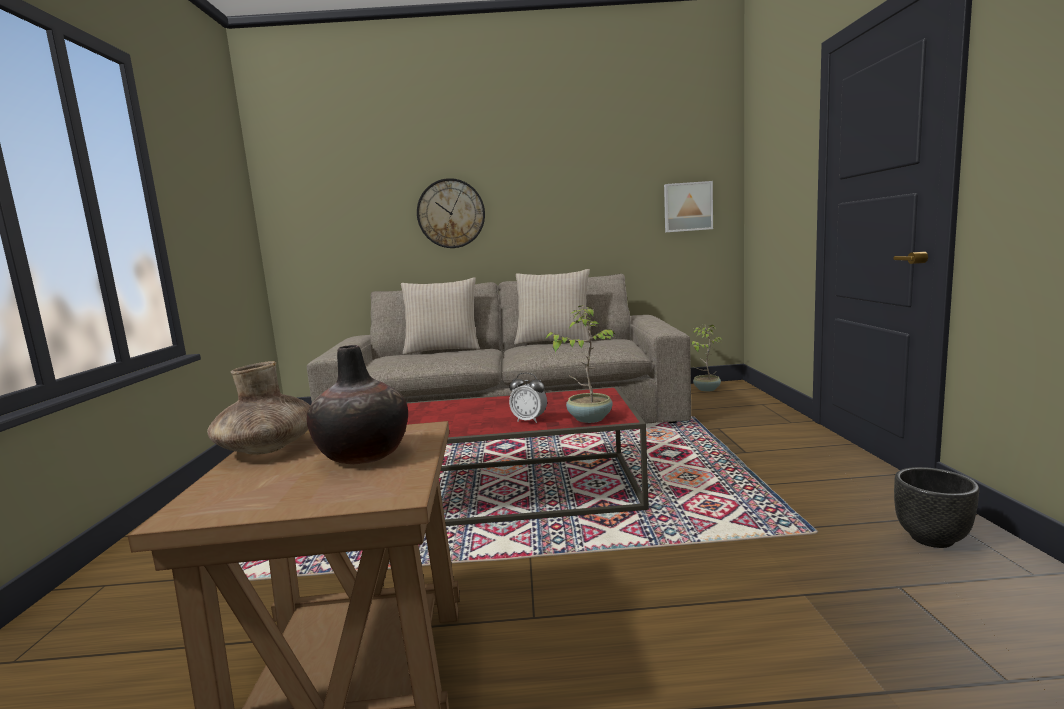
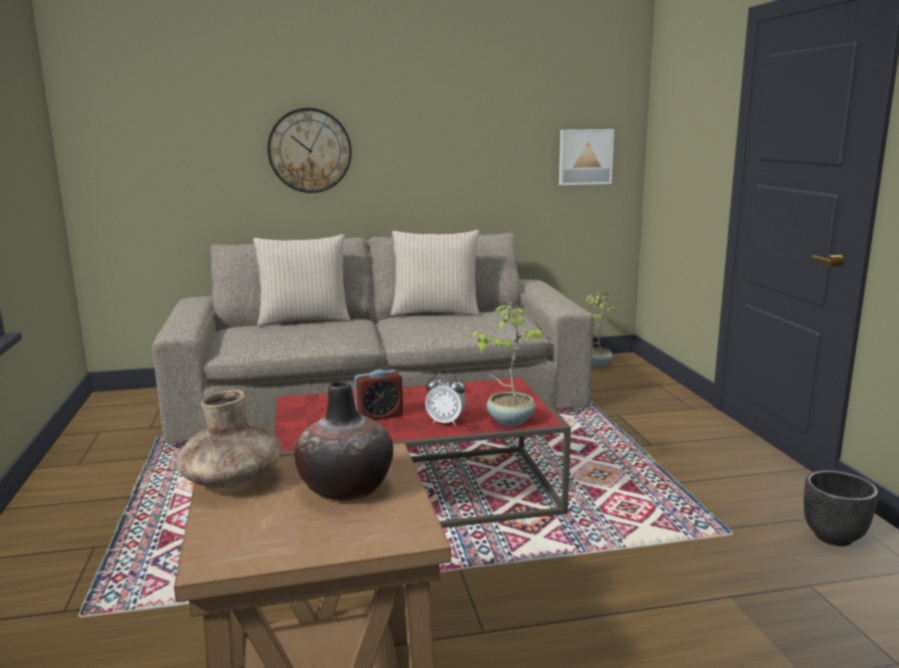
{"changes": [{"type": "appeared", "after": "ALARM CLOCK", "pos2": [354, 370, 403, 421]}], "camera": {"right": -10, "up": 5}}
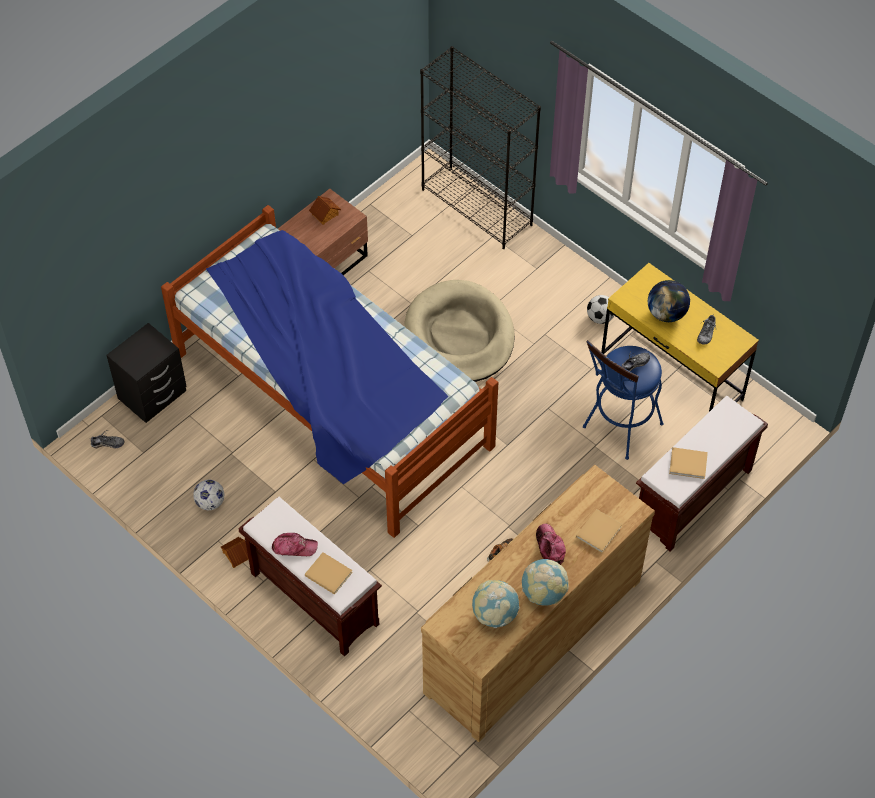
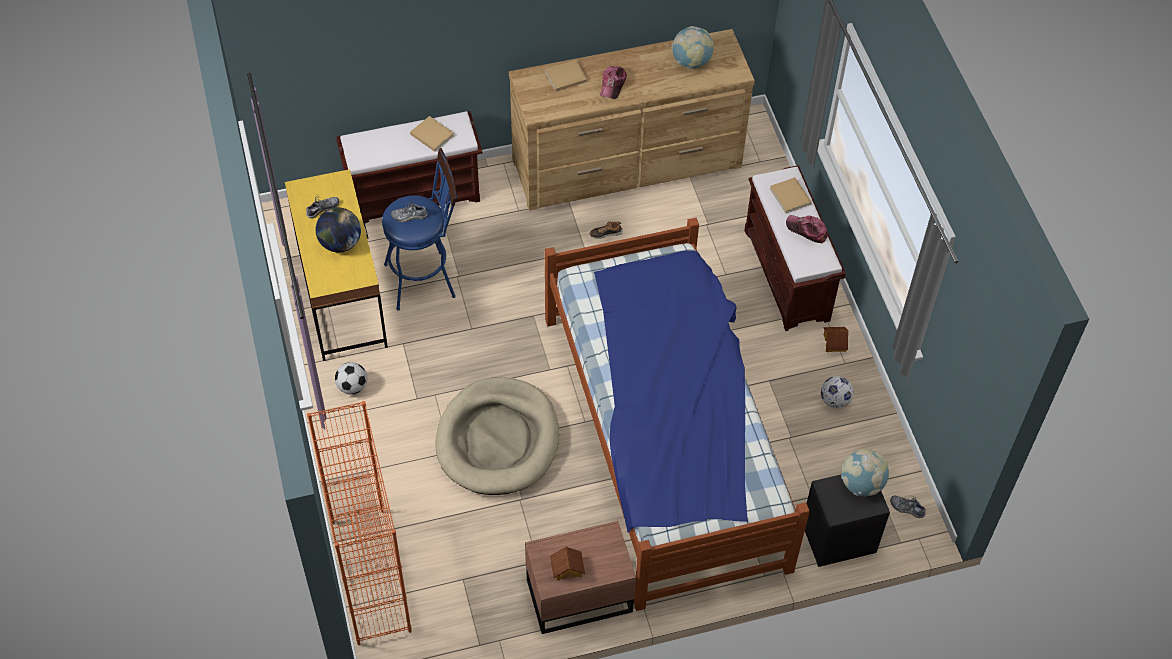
{"changes": [{"type": "relocated", "before": "GLOBE", "pos1": [522, 559, 569, 606], "pos2": [841, 449, 889, 496]}, {"type": "colour", "before": "BLACK BOOKCASE", "after": "ORANGE BOOKCASE", "pos1": [420, 46, 541, 249], "pos2": [307, 401, 412, 645]}], "camera": {"right": -150, "up": 0}}
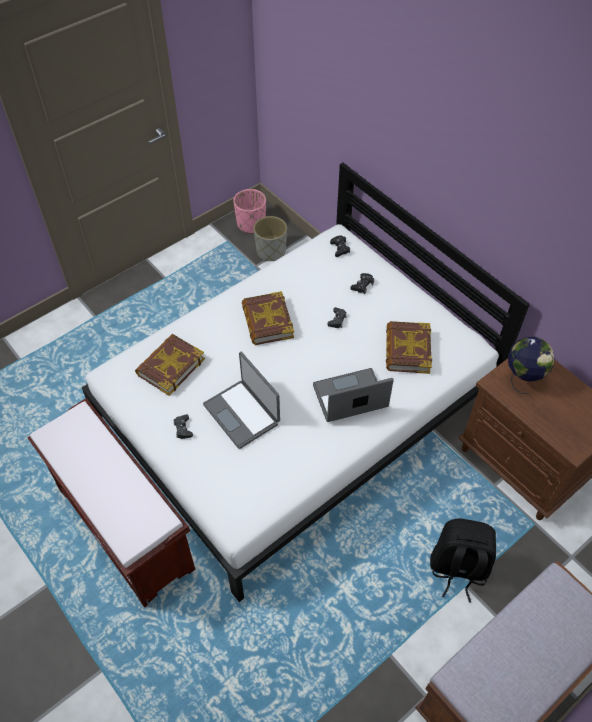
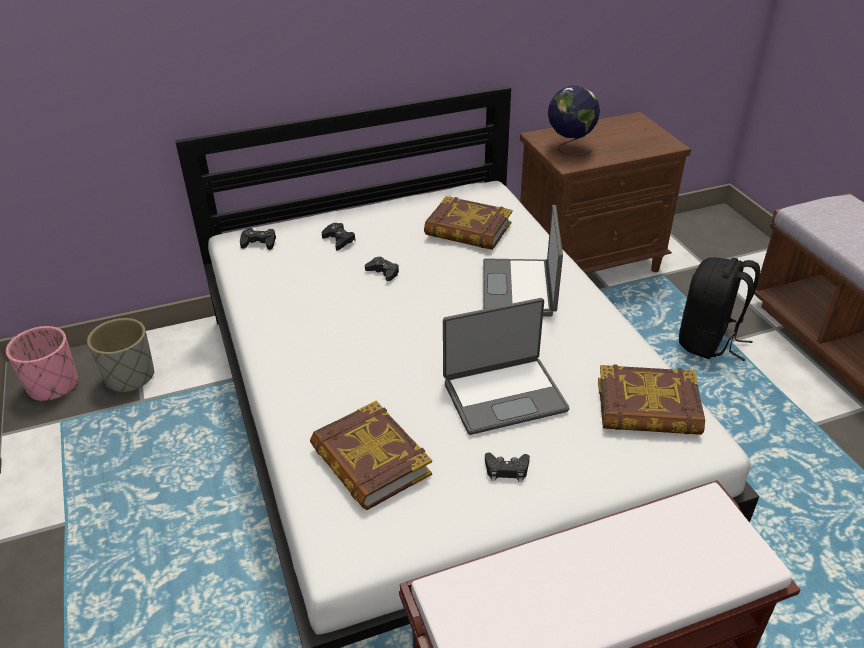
{"changes": [{"type": "relocated", "before": "BOOK", "pos1": [242, 291, 294, 345], "pos2": [598, 364, 705, 435]}], "camera": {"right": -70, "up": -15}}
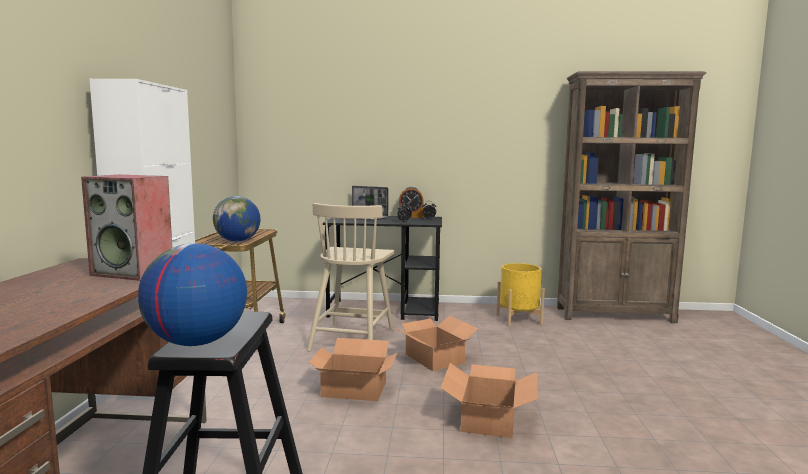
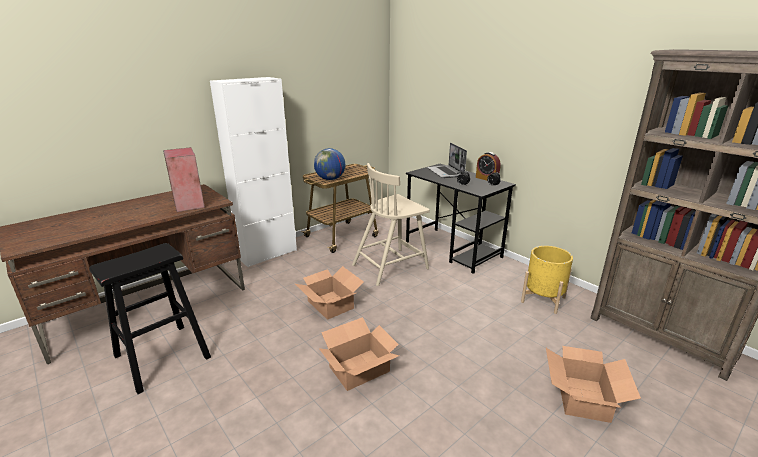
{"changes": [{"type": "missing", "before": "GLOBE", "pos1": [138, 243, 247, 346]}, {"type": "relocated", "before": "CARDBOARD BOX", "pos1": [393, 315, 478, 371], "pos2": [546, 346, 641, 423]}], "camera": {"right": 45, "up": 15}}
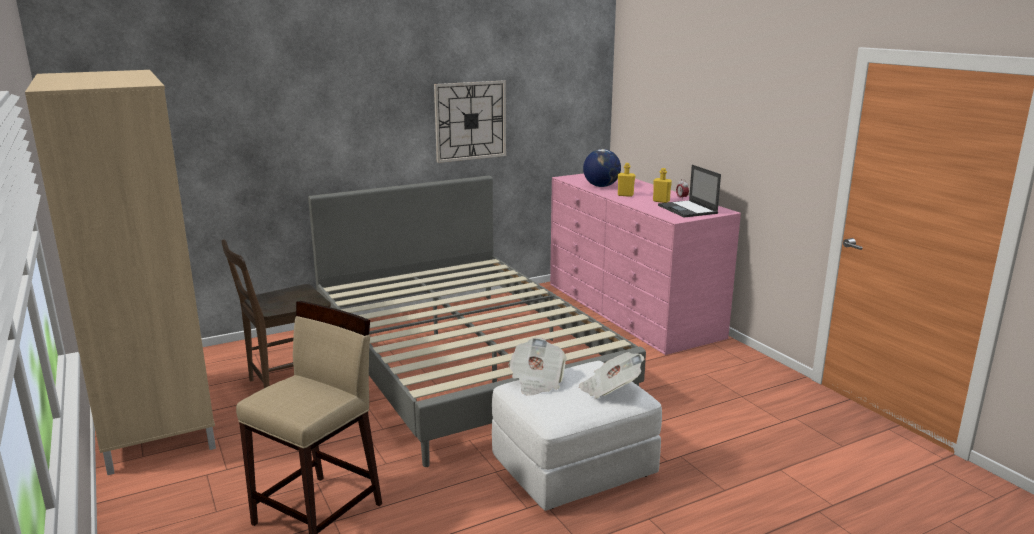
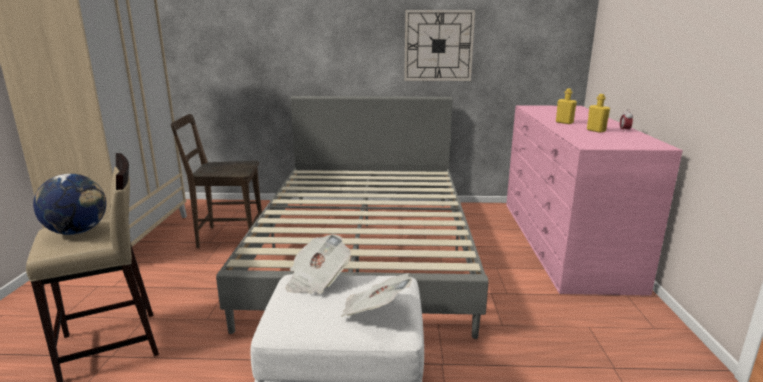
{"changes": [{"type": "missing", "before": "LAPTOP", "pos1": [658, 165, 721, 218]}, {"type": "relocated", "before": "GLOBE", "pos1": [583, 149, 621, 187], "pos2": [33, 174, 106, 235]}], "camera": {"right": 30, "up": 0}}
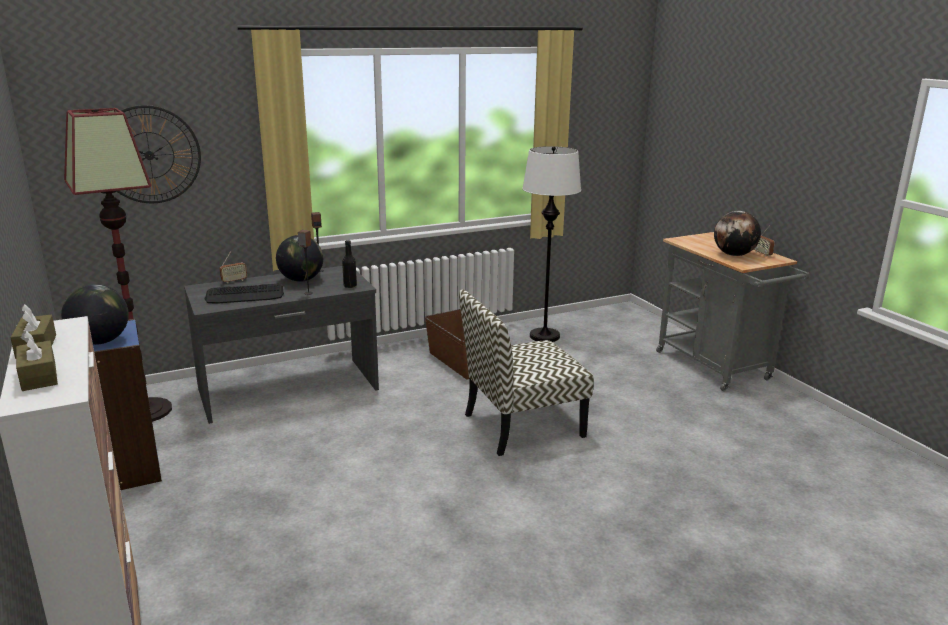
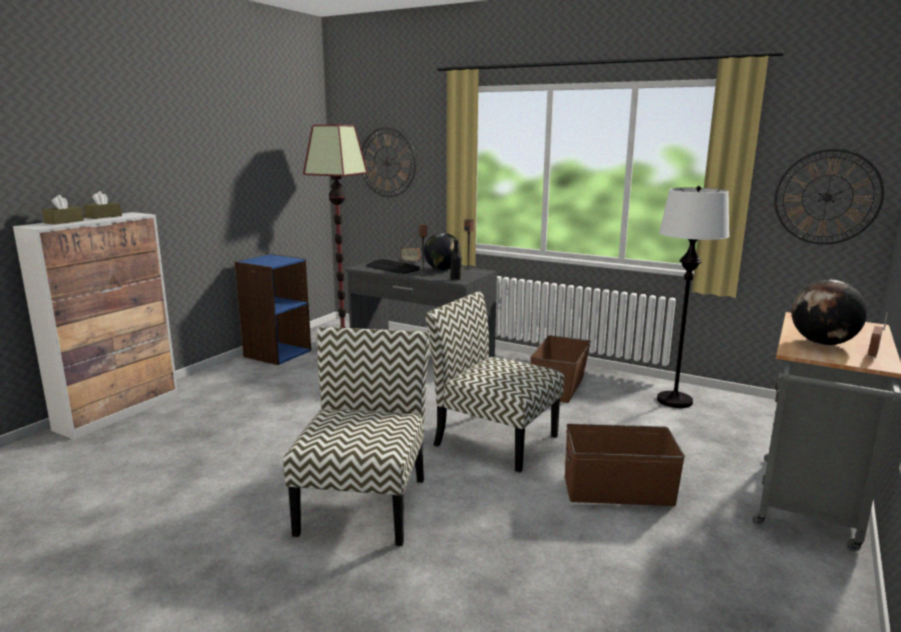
{"changes": [{"type": "missing", "before": "GLOBE", "pos1": [61, 284, 129, 345]}, {"type": "appeared", "after": "CHAIR", "pos2": [283, 327, 430, 546]}, {"type": "appeared", "after": "BROWN STORAGE BOX", "pos2": [565, 424, 685, 506]}, {"type": "appeared", "after": "WALL CLOCK", "pos2": [774, 149, 884, 245]}], "camera": {"right": 55, "up": -5}}
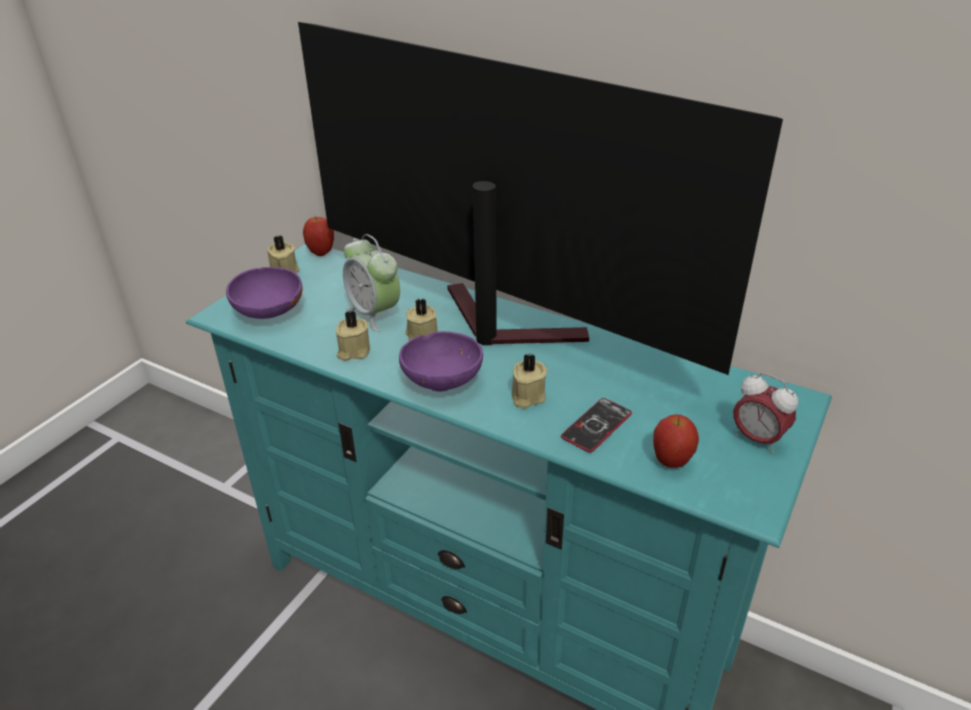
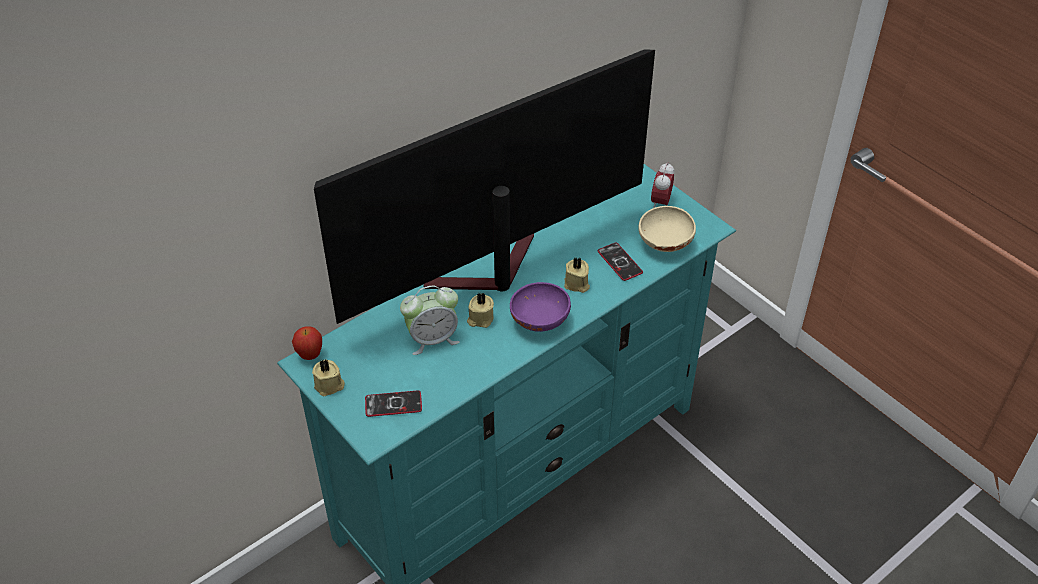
{"changes": [{"type": "missing", "before": "BEIGE CANDLE", "pos1": [336, 310, 370, 361]}, {"type": "exchanged", "before": "PURPLE BOWL", "after": "PHONE", "pos1": [226, 267, 303, 319], "pos2": [365, 390, 422, 417]}, {"type": "exchanged", "before": "APPLE", "after": "BEIGE BOWL", "pos1": [653, 414, 699, 468], "pos2": [638, 206, 696, 252]}, {"type": "spun", "before": "ALARM CLOCK", "pos1": [733, 373, 798, 453], "pos2": [651, 162, 674, 208], "turn": 135}], "camera": {"right": -70, "up": 10}}
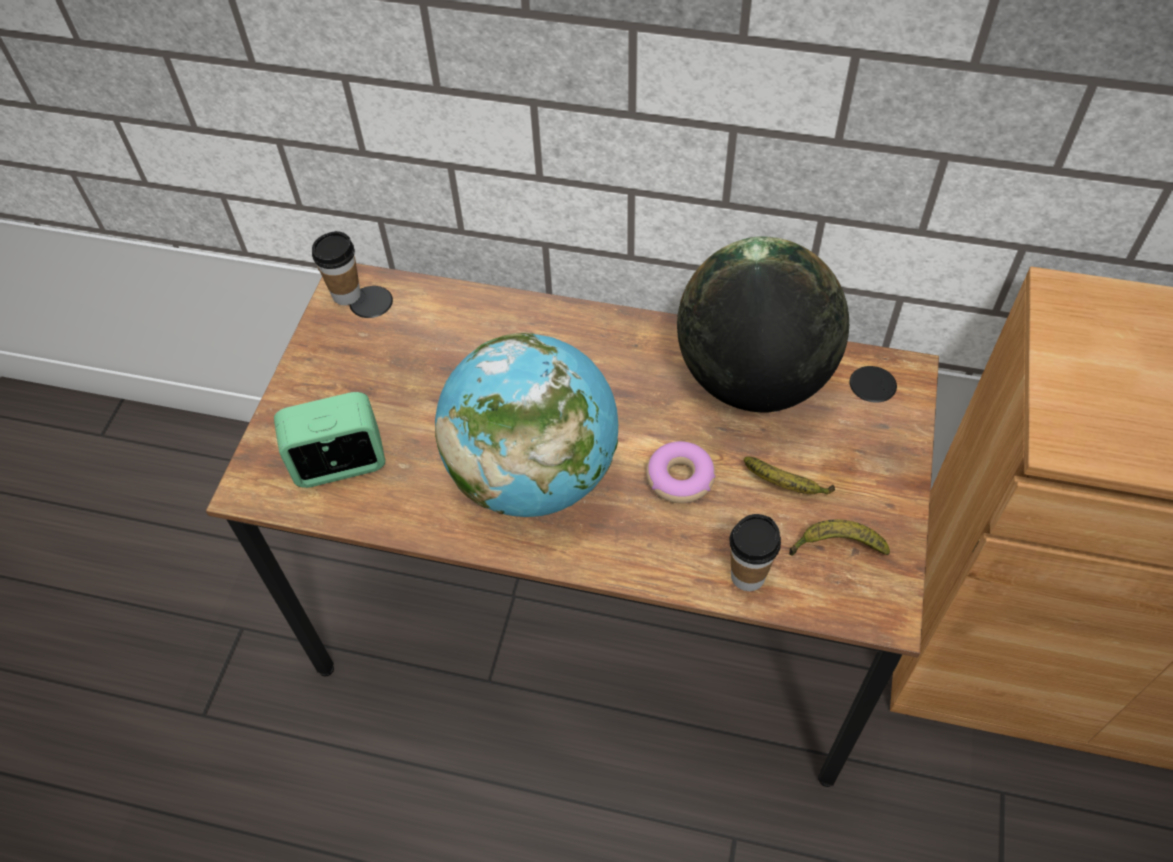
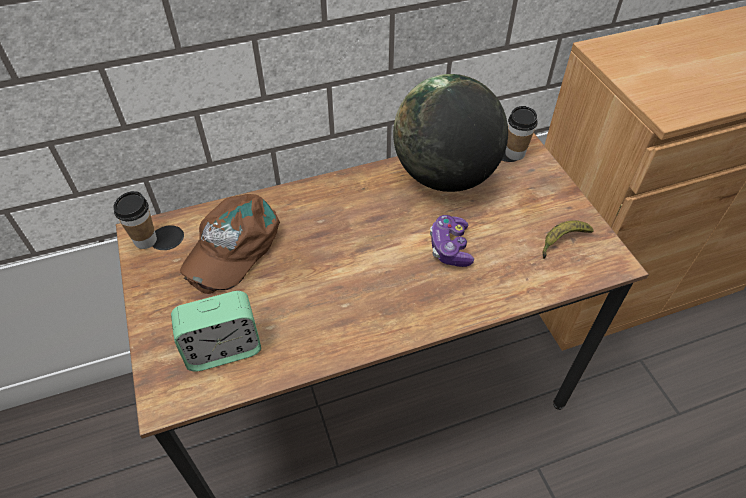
{"changes": [{"type": "missing", "before": "GLOBE", "pos1": [435, 333, 618, 517]}, {"type": "missing", "before": "BANANA", "pos1": [744, 456, 835, 495]}, {"type": "appeared", "after": "BROWN CAP", "pos2": [180, 194, 280, 294]}, {"type": "relocated", "before": "CUP", "pos1": [729, 514, 781, 591], "pos2": [505, 106, 538, 160]}, {"type": "exchanged", "before": "DONUT", "after": "GAME CONTROLLER", "pos1": [646, 441, 716, 504], "pos2": [430, 215, 474, 267]}, {"type": "spun", "before": "ALARM CLOCK", "pos1": [274, 392, 385, 488], "pos2": [171, 291, 261, 372], "turn": -150}], "camera": {"right": -35, "up": -5}}
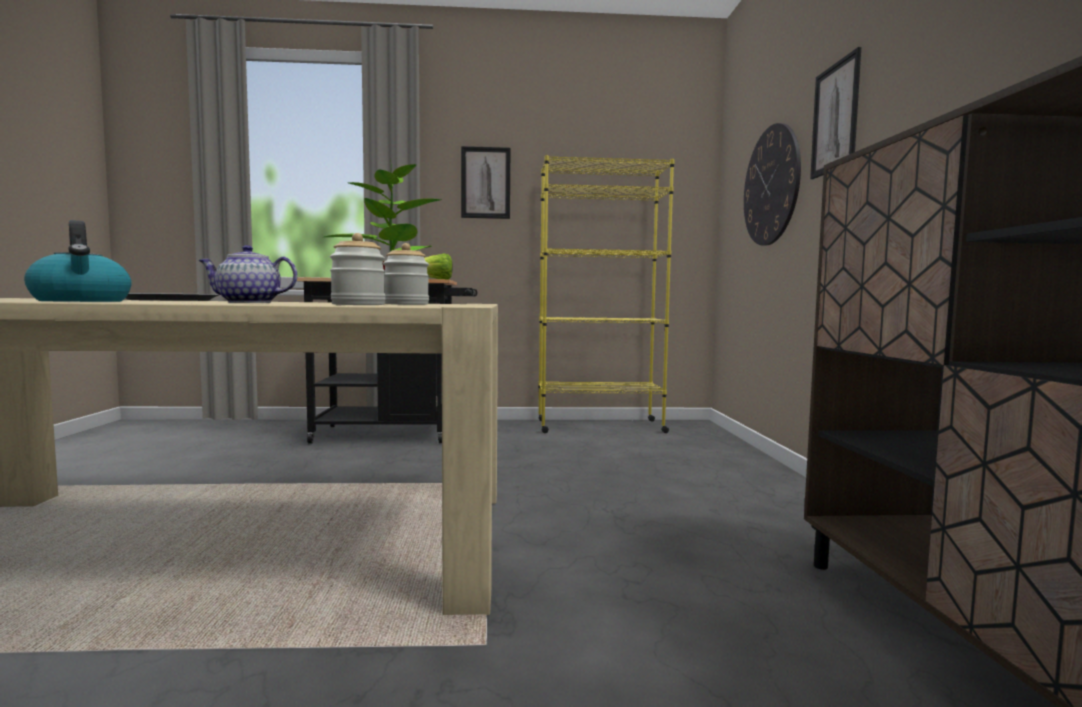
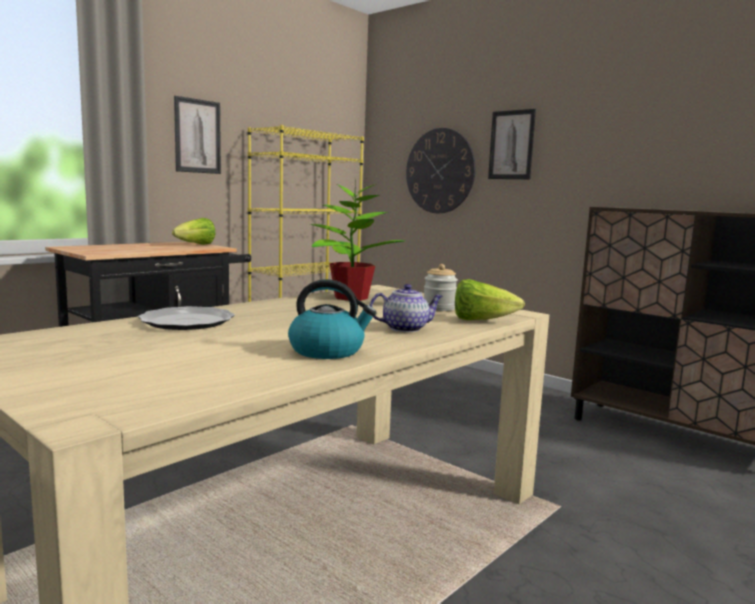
{"changes": [{"type": "exchanged", "before": "JAR", "after": "LETTUCE", "pos1": [330, 233, 385, 305], "pos2": [455, 279, 525, 320]}, {"type": "spun", "before": "TEAPOT", "pos1": [199, 245, 297, 303], "pos2": [369, 284, 443, 332], "turn": -150}], "camera": {"right": -45, "up": 5}}
